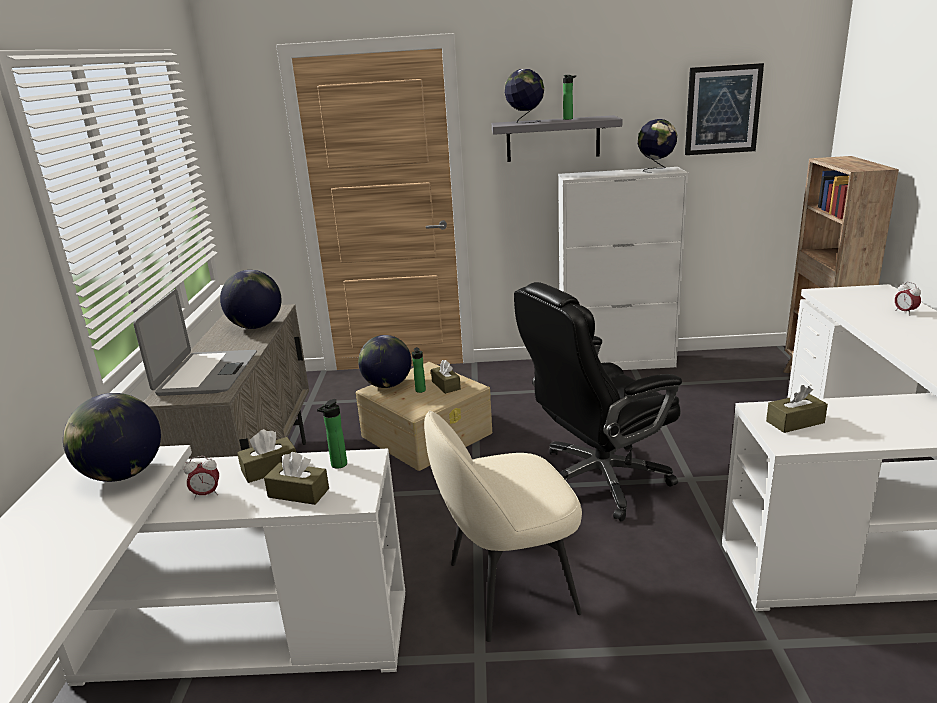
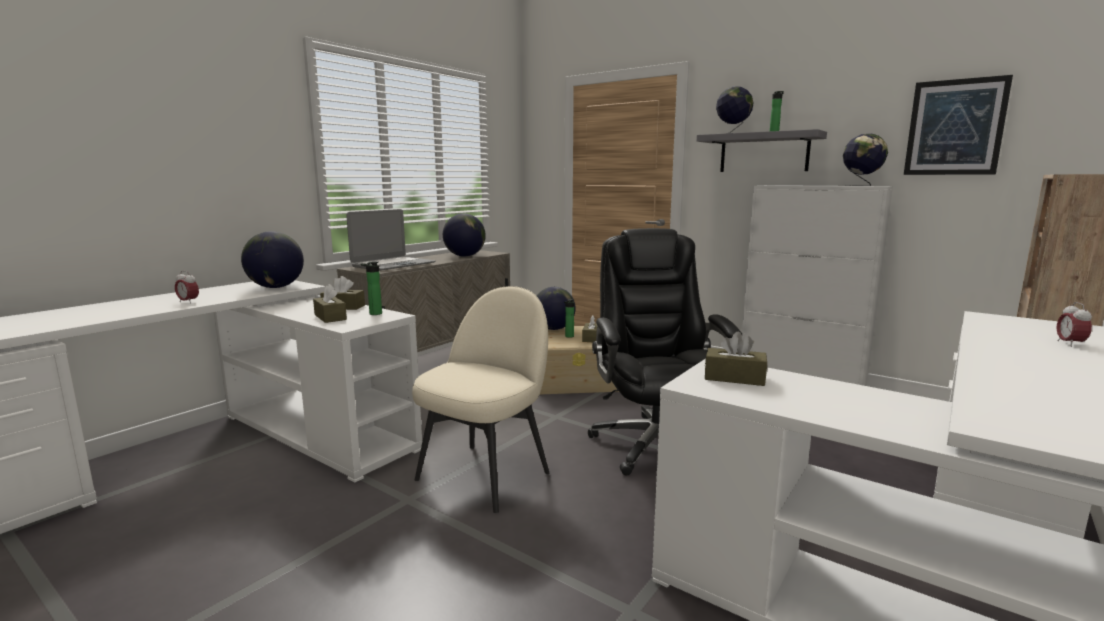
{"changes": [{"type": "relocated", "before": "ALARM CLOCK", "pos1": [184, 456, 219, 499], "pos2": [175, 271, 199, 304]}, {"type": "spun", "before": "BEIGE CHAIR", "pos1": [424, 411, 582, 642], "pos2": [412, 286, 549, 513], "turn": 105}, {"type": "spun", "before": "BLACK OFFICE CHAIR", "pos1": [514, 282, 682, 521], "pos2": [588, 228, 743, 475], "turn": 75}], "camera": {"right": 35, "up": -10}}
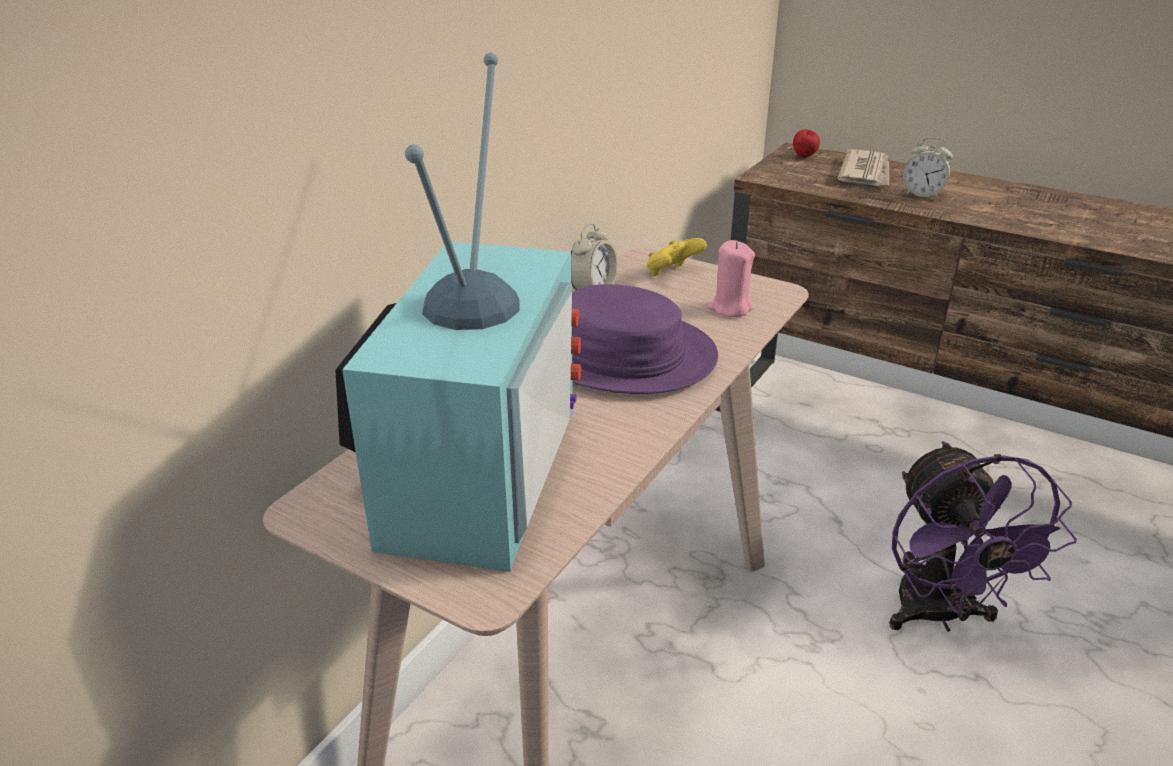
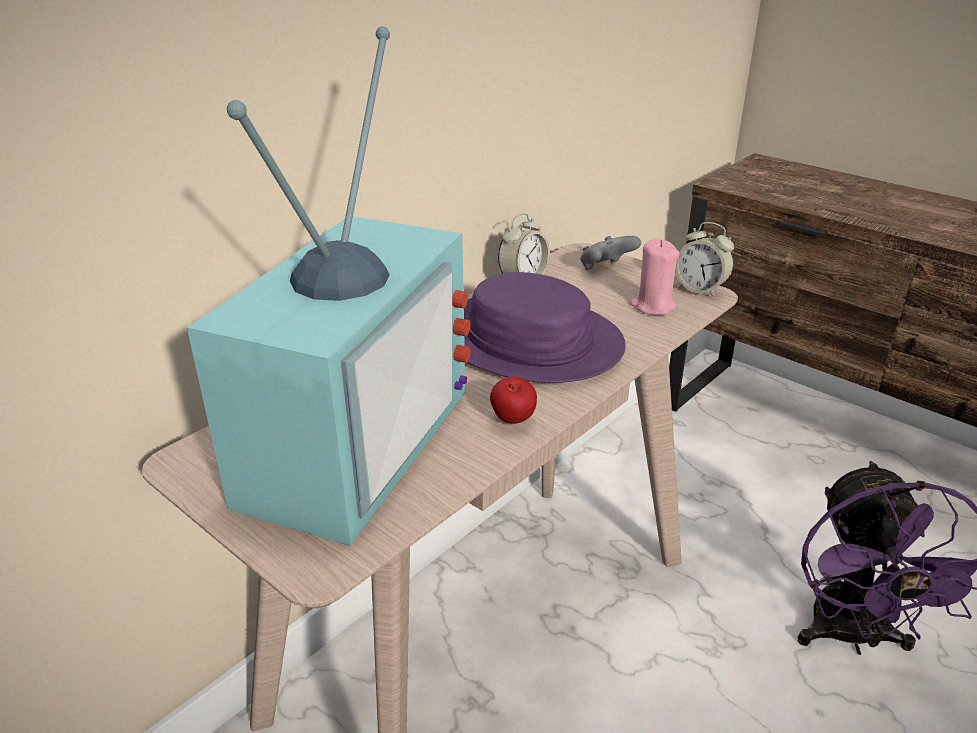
{"changes": [{"type": "missing", "before": "NEWSPAPER", "pos1": [837, 149, 889, 186]}, {"type": "relocated", "before": "APPLE", "pos1": [793, 129, 820, 158], "pos2": [490, 377, 537, 424]}, {"type": "relocated", "before": "ALARM CLOCK", "pos1": [903, 137, 953, 200], "pos2": [675, 222, 734, 297]}, {"type": "colour", "before": "YELLOW GAME CONTROLLER", "after": "GREY GAME CONTROLLER", "pos1": [647, 238, 707, 276], "pos2": [580, 236, 641, 270]}], "camera": {"right": 10, "up": 0}}
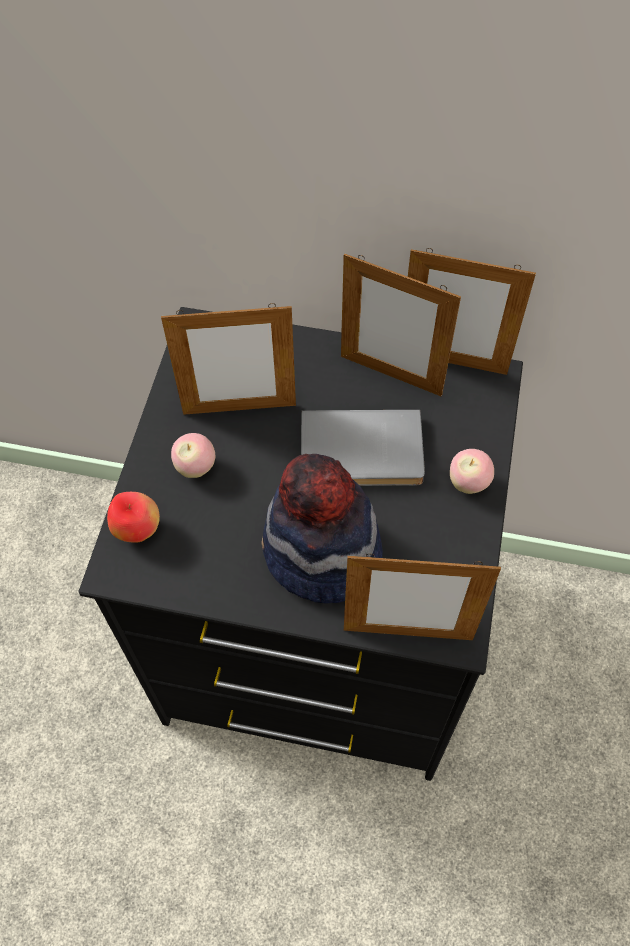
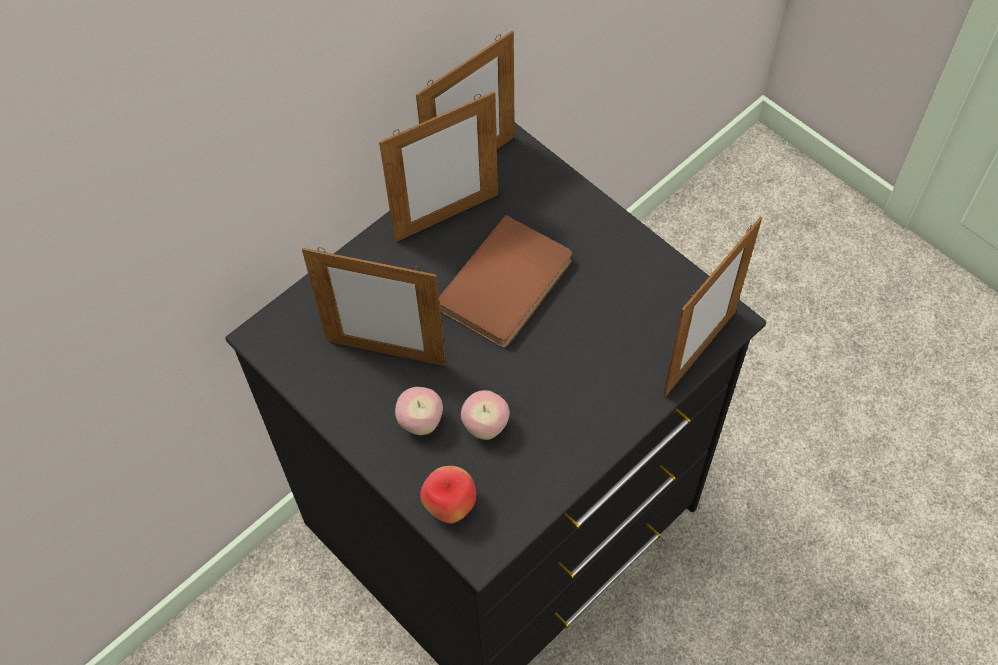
{"changes": [{"type": "missing", "before": "HAT", "pos1": [261, 454, 383, 604]}, {"type": "relocated", "before": "APPLE", "pos1": [450, 449, 494, 494], "pos2": [461, 390, 510, 440]}, {"type": "colour", "before": "GREY BOOK", "after": "BROWN BOOK", "pos1": [301, 410, 425, 486], "pos2": [439, 215, 572, 348]}, {"type": "spun", "before": "PICTURE FRAME", "pos1": [161, 303, 296, 415], "pos2": [302, 247, 446, 366], "turn": 75}], "camera": {"right": -55, "up": 0}}
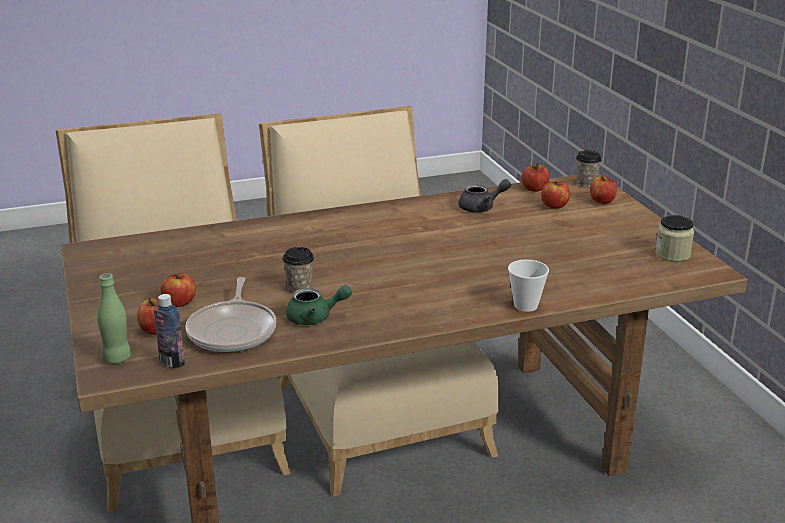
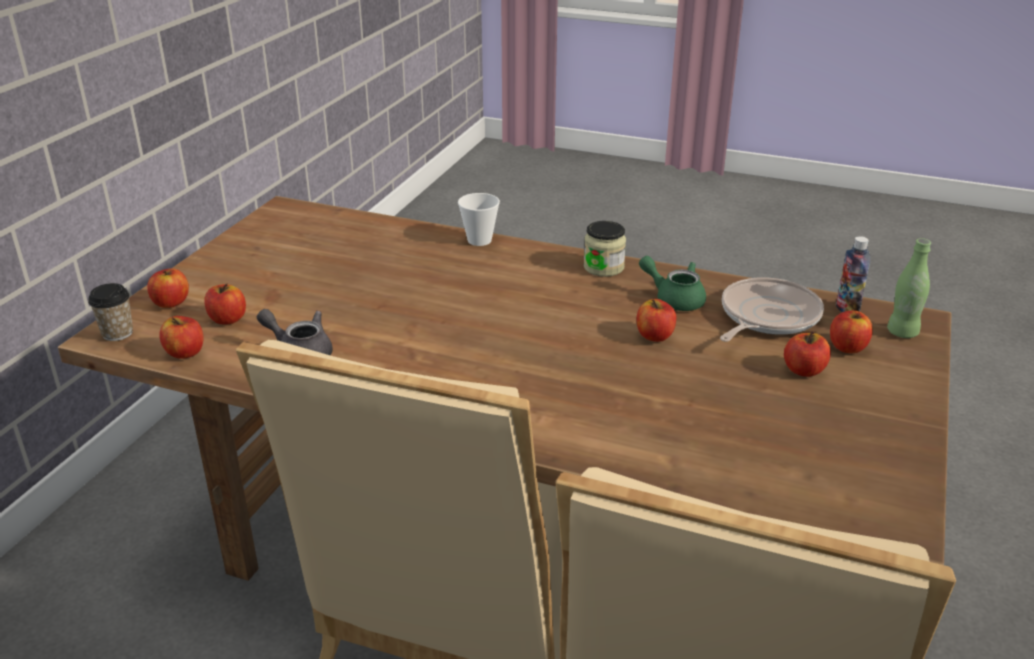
{"changes": [{"type": "relocated", "before": "JAR", "pos1": [655, 215, 694, 262], "pos2": [583, 221, 626, 277]}, {"type": "exchanged", "before": "CUP", "after": "APPLE", "pos1": [283, 247, 314, 293], "pos2": [637, 299, 676, 342]}], "camera": {"right": -140, "up": 5}}
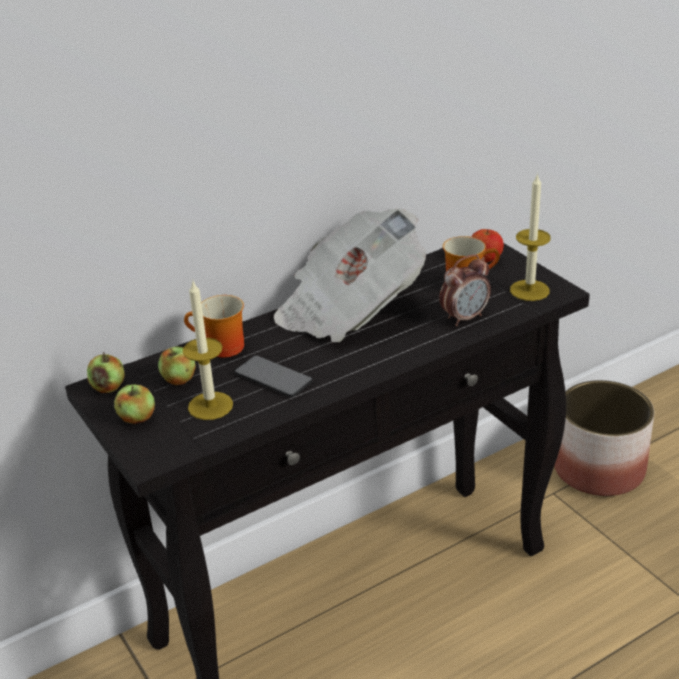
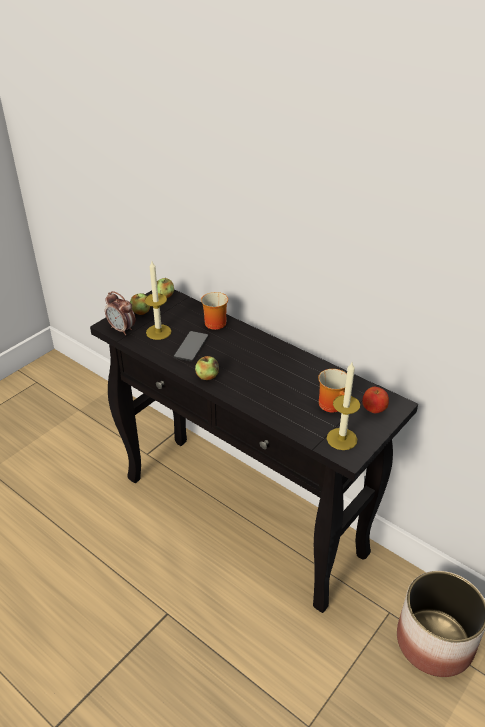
{"changes": [{"type": "missing", "before": "NEWSPAPER", "pos1": [274, 209, 426, 342]}, {"type": "relocated", "before": "APPLE", "pos1": [158, 346, 196, 385], "pos2": [195, 356, 219, 380]}, {"type": "relocated", "before": "ALARM CLOCK", "pos1": [439, 254, 491, 326], "pos2": [105, 291, 135, 335]}], "camera": {"right": 70, "up": 5}}
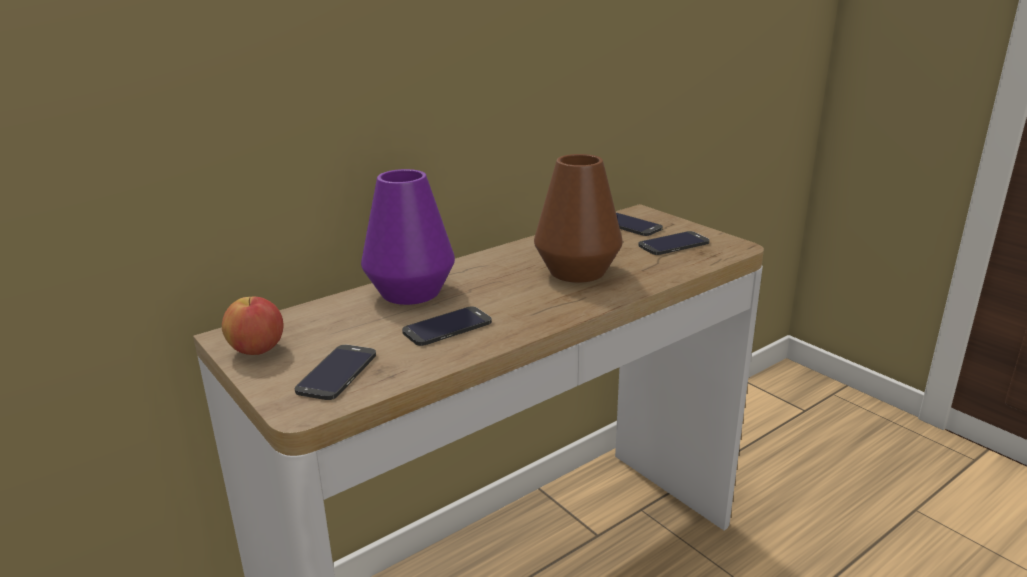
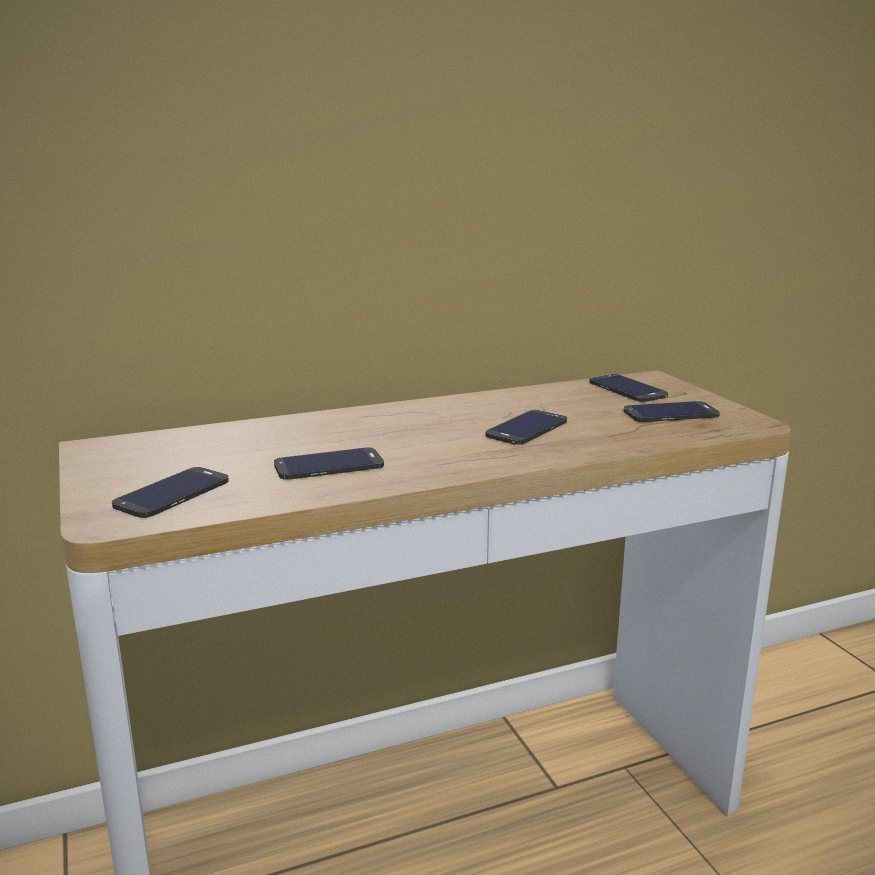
{"changes": [{"type": "missing", "before": "APPLE", "pos1": [222, 297, 283, 355]}, {"type": "missing", "before": "PURPLE VASE", "pos1": [361, 169, 455, 305]}, {"type": "exchanged", "before": "BROWN VASE", "after": "PHONE", "pos1": [534, 154, 623, 283], "pos2": [486, 410, 567, 445]}], "camera": {"right": 15, "up": -5}}
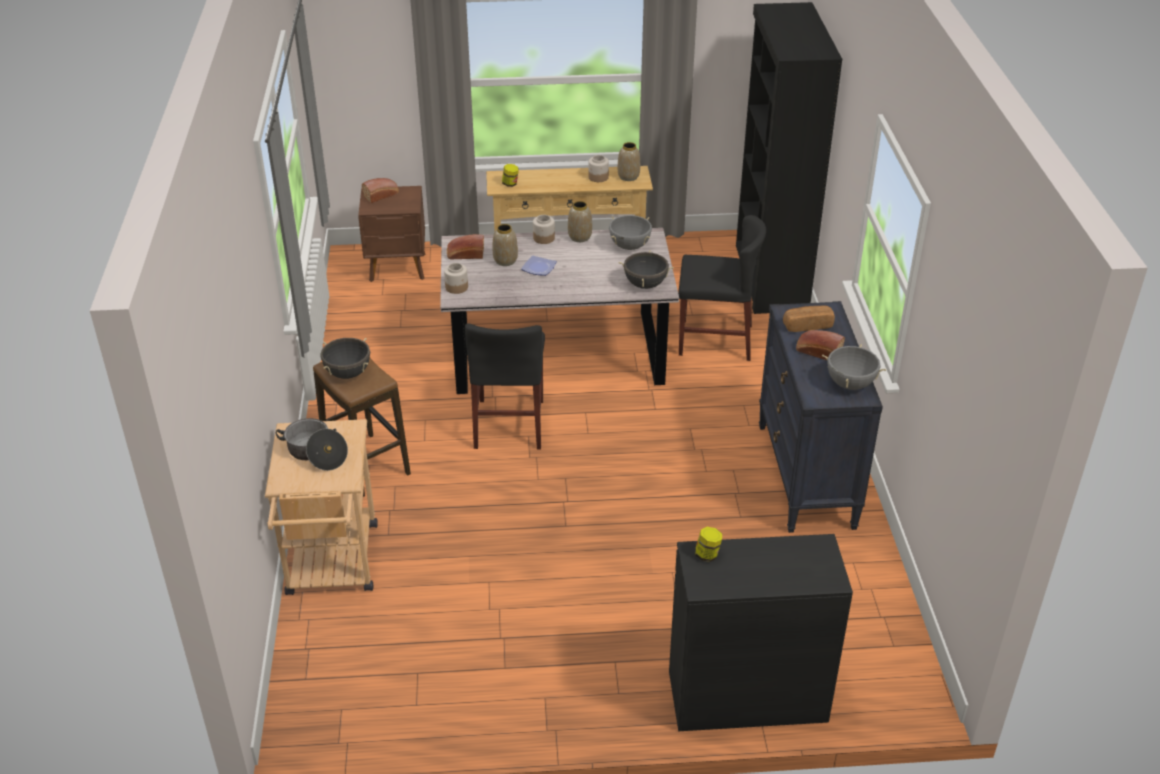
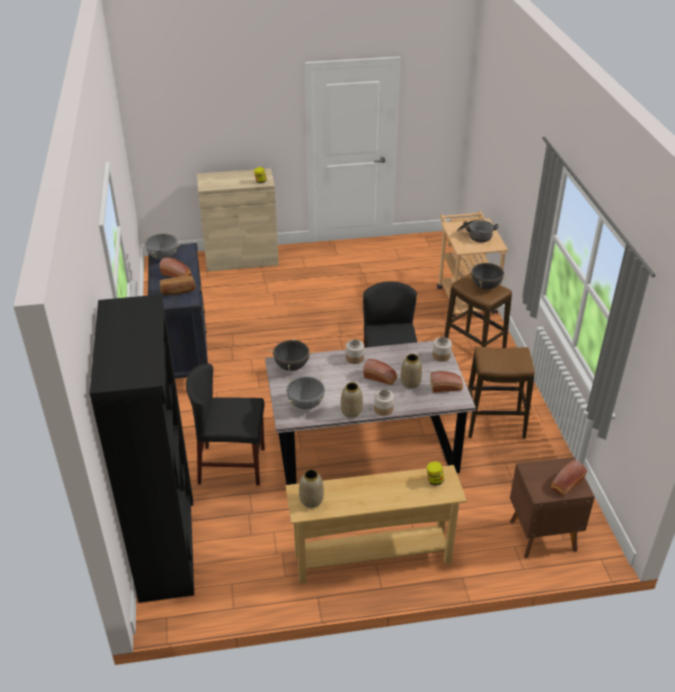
{"changes": [{"type": "appeared", "after": "STOOL", "pos2": [468, 347, 535, 438]}, {"type": "relocated", "before": "JAR", "pos1": [588, 155, 609, 182], "pos2": [346, 339, 364, 364]}, {"type": "exchanged", "before": "PLATE", "after": "BREAD", "pos1": [521, 256, 557, 276], "pos2": [363, 359, 397, 385]}, {"type": "colour", "before": "BLACK CABINET", "after": "BEIGE CABINET", "pos1": [669, 534, 853, 731], "pos2": [197, 168, 279, 272]}], "camera": {"right": 175, "up": 0}}
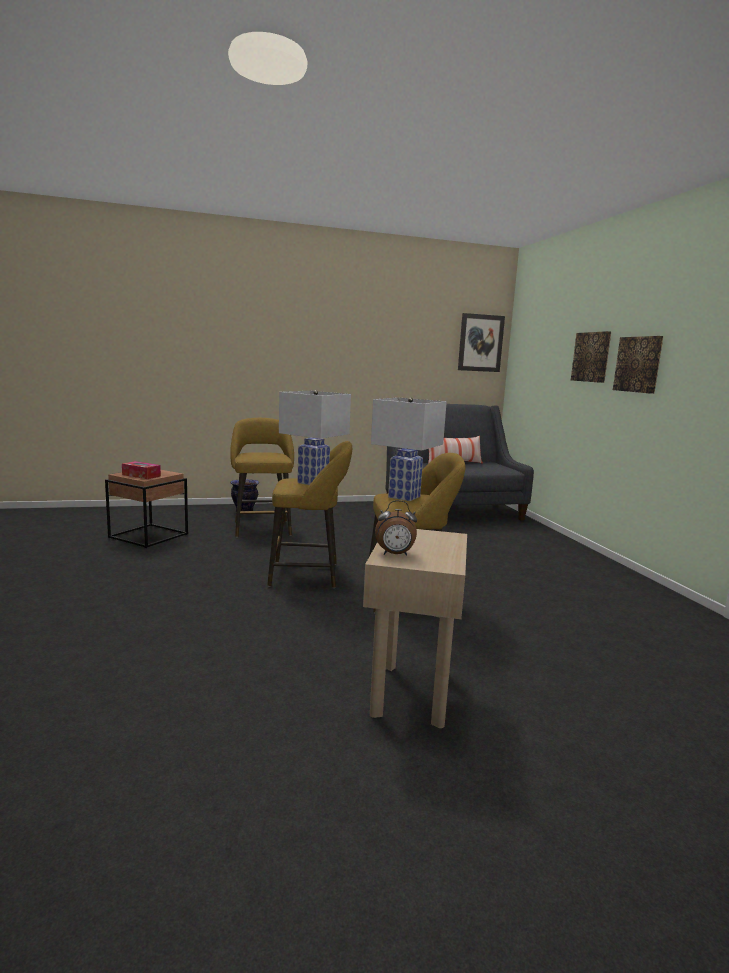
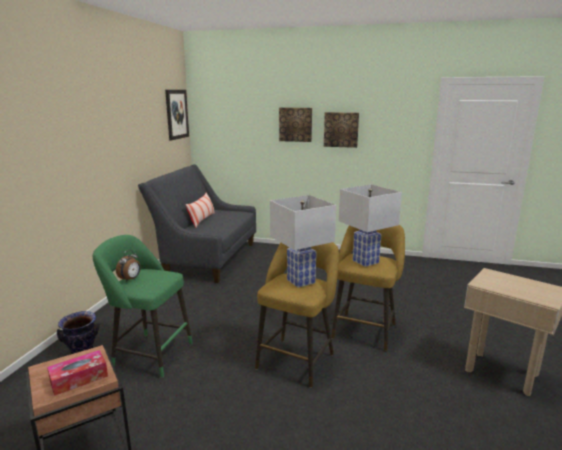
{"changes": [{"type": "relocated", "before": "ALARM CLOCK", "pos1": [375, 500, 417, 556], "pos2": [116, 250, 141, 282]}, {"type": "colour", "before": "YELLOW STOOL", "after": "GREEN STOOL", "pos1": [230, 418, 294, 537], "pos2": [92, 235, 193, 378]}], "camera": {"right": -60, "up": 5}}
